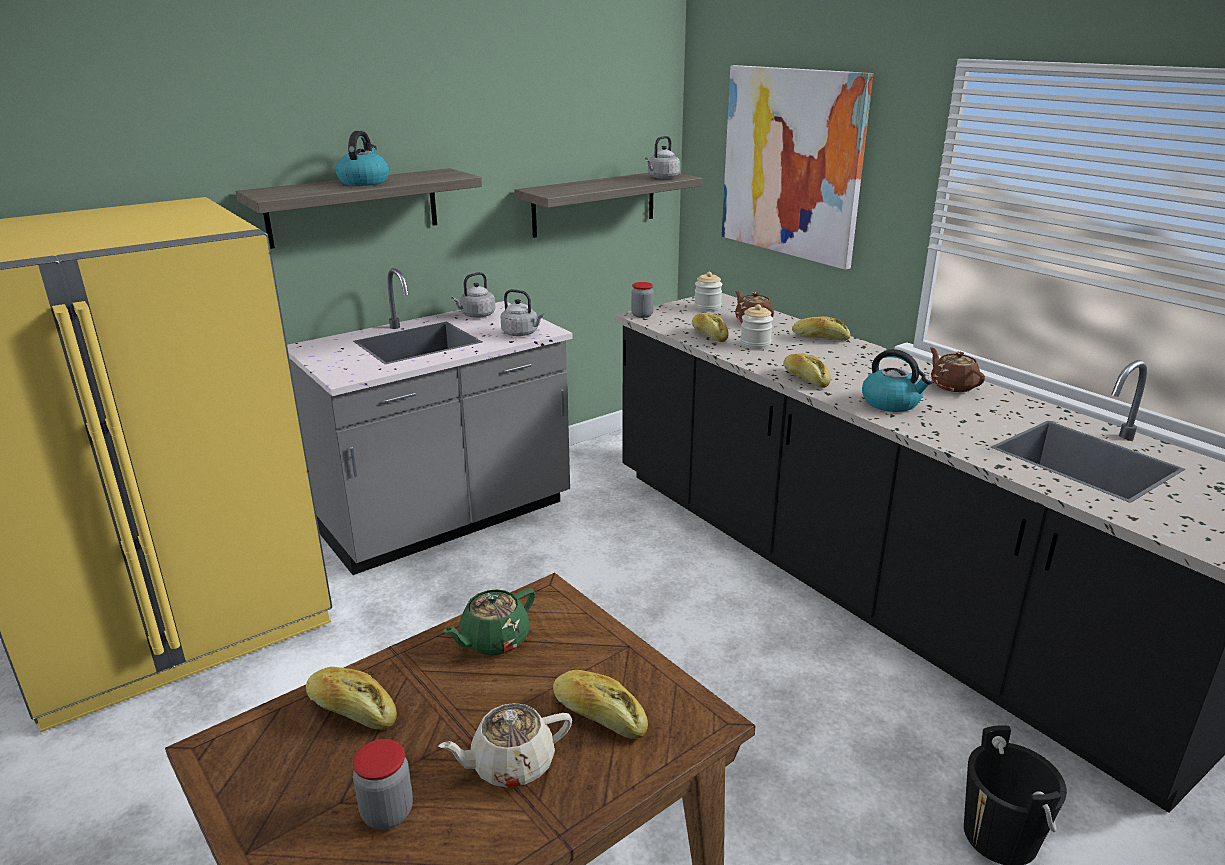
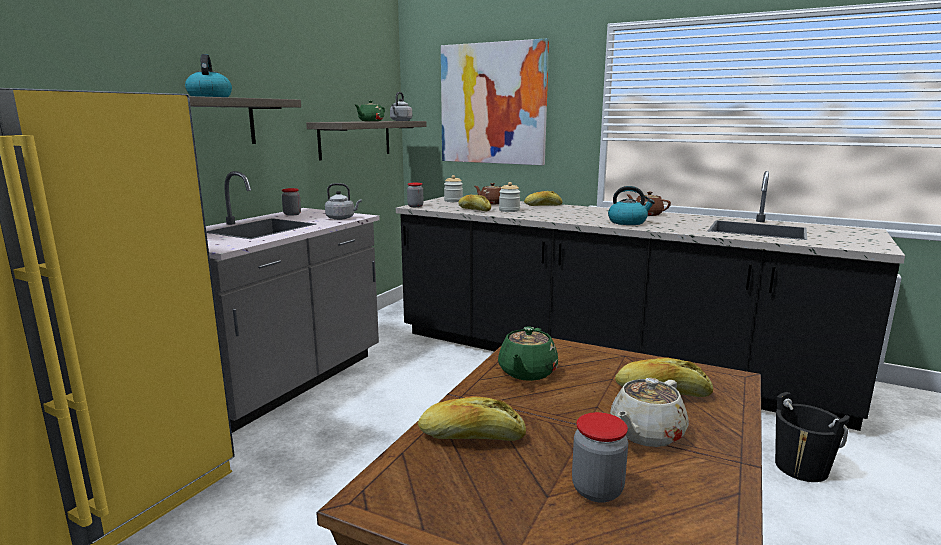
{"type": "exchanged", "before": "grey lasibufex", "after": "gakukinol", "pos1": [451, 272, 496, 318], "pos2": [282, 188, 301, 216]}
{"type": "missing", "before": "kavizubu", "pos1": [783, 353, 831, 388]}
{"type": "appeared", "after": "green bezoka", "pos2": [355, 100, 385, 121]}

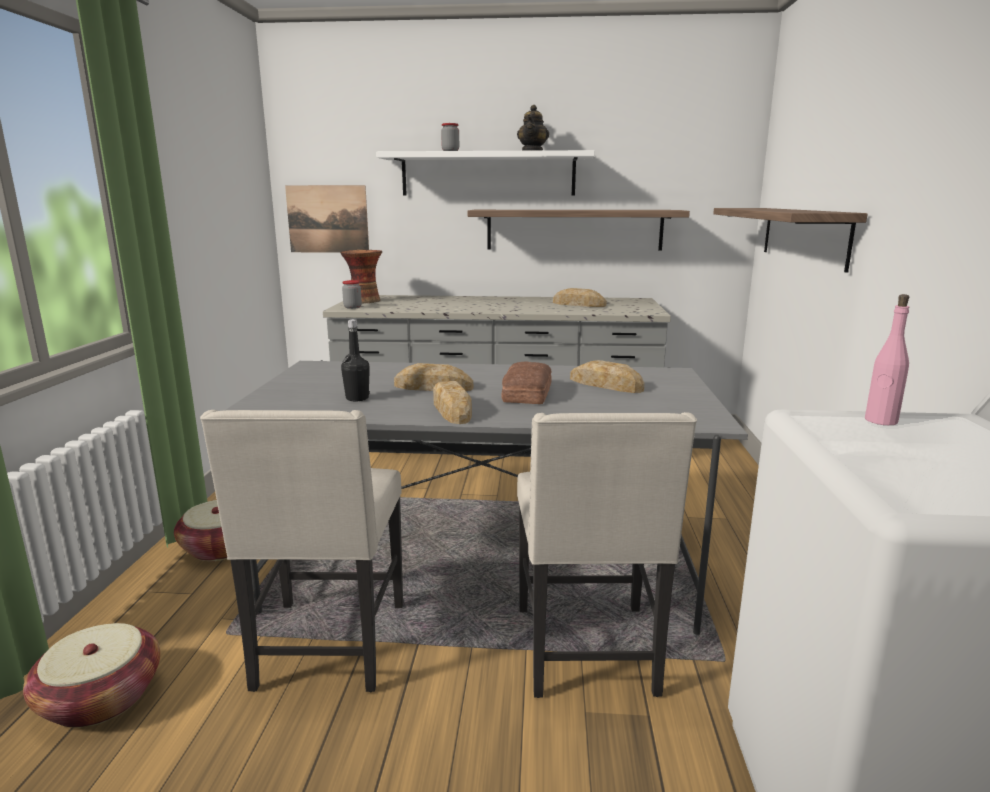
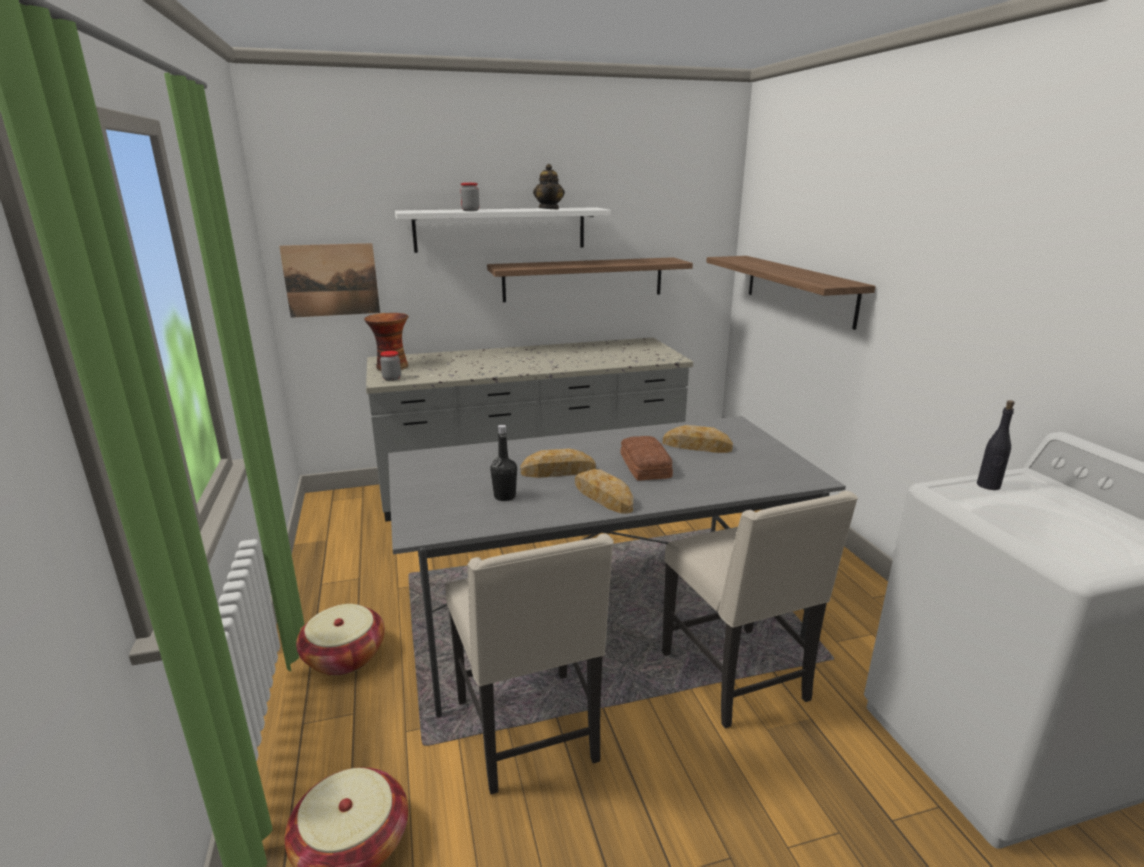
{"type": "missing", "before": "kavizubu", "pos1": [553, 288, 606, 307]}
{"type": "colour", "before": "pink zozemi", "after": "black zozemi", "pos1": [865, 294, 909, 425], "pos2": [977, 400, 1015, 490]}

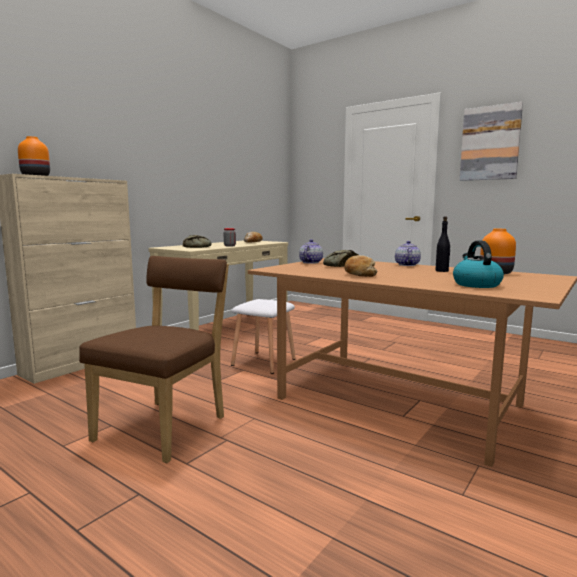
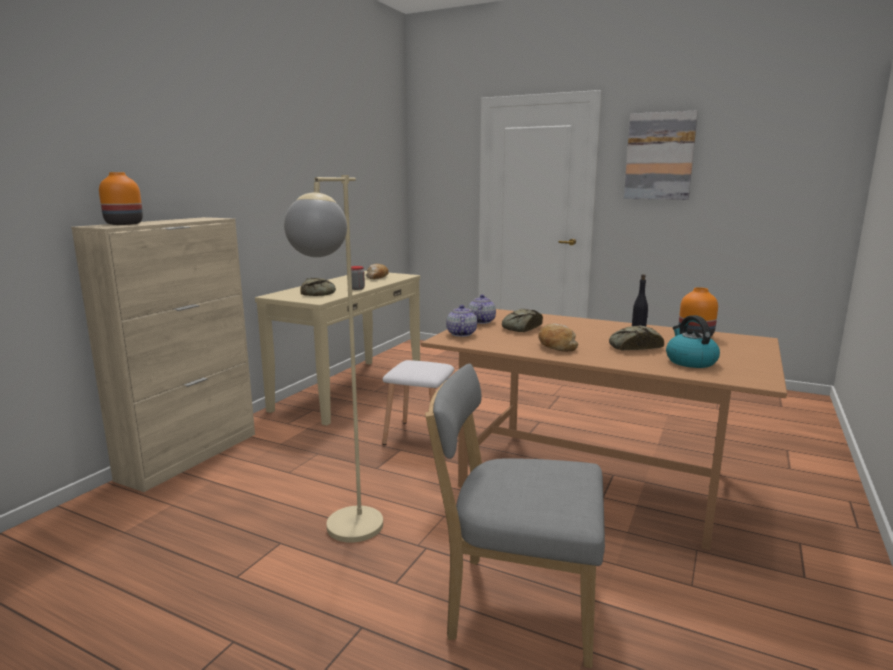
{"type": "exchanged", "before": "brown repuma", "after": "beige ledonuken", "pos1": [79, 256, 229, 463], "pos2": [284, 175, 383, 543]}
{"type": "relocated", "before": "bezoka", "pos1": [395, 241, 421, 266], "pos2": [446, 305, 477, 337]}
{"type": "appeared", "after": "grey repuma", "pos2": [425, 363, 605, 668]}
{"type": "appeared", "after": "kavizubu", "pos2": [609, 325, 664, 350]}

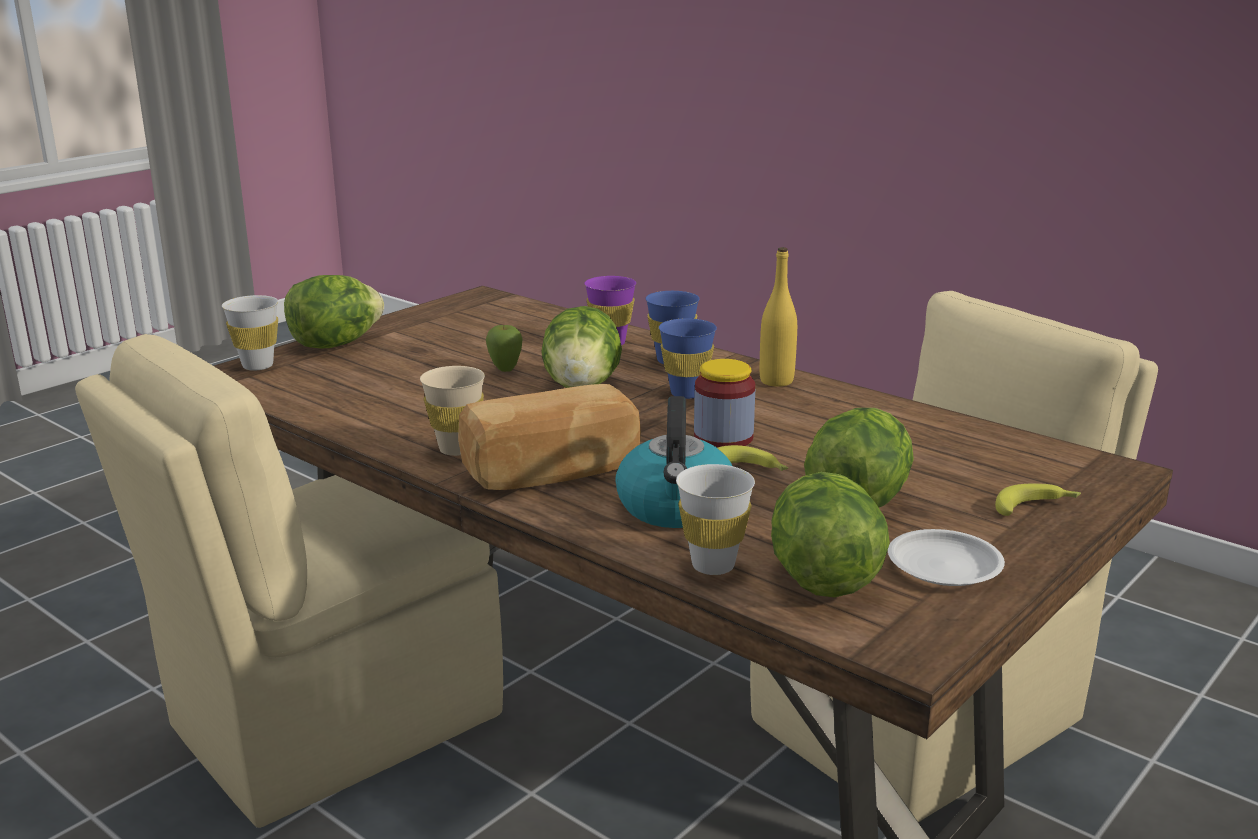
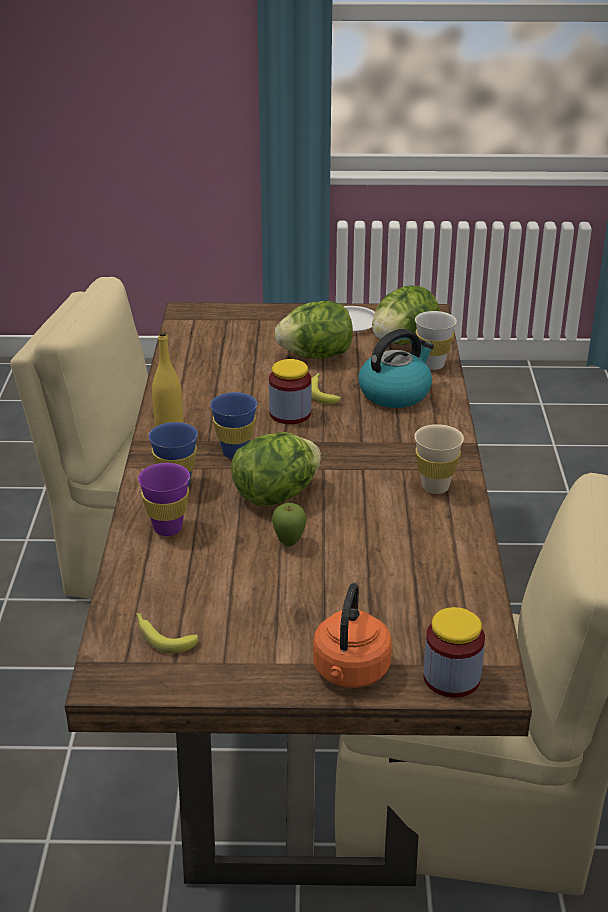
{"type": "exchanged", "before": "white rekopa", "after": "gakukinol", "pos1": [222, 295, 278, 371], "pos2": [423, 607, 485, 698]}
{"type": "exchanged", "before": "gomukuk", "after": "orange lasibufex", "pos1": [284, 275, 384, 348], "pos2": [313, 583, 392, 688]}
{"type": "missing", "before": "kavizubu", "pos1": [458, 384, 641, 490]}
{"type": "relocated", "before": "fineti", "pos1": [995, 483, 1081, 516], "pos2": [136, 613, 198, 654]}

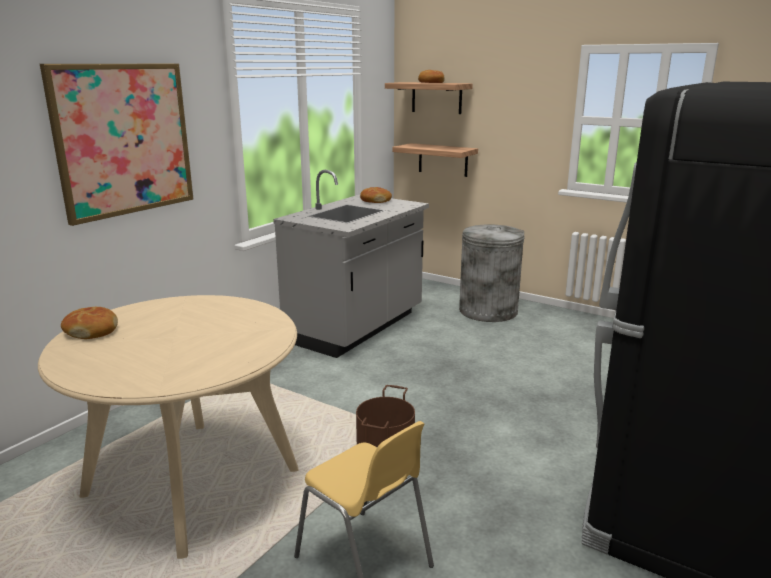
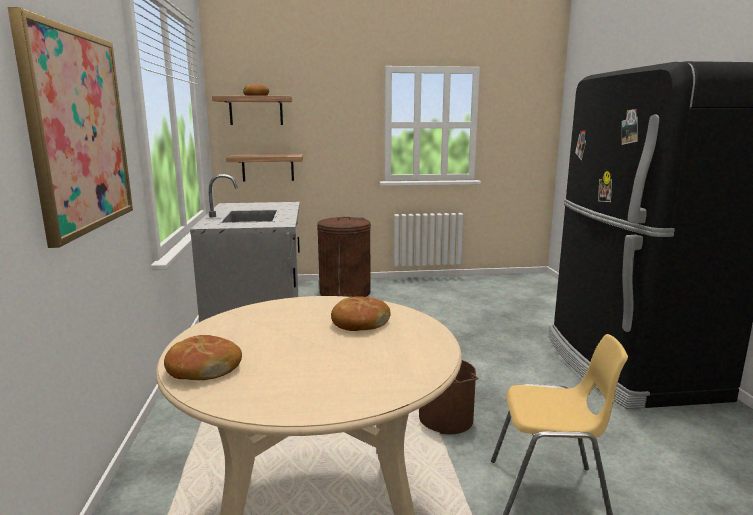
{"type": "relocated", "before": "kavizubu", "pos1": [360, 187, 392, 203], "pos2": [331, 296, 391, 331]}
{"type": "colour", "before": "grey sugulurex", "after": "brown sugulurex", "pos1": [459, 224, 525, 322], "pos2": [317, 217, 371, 297]}

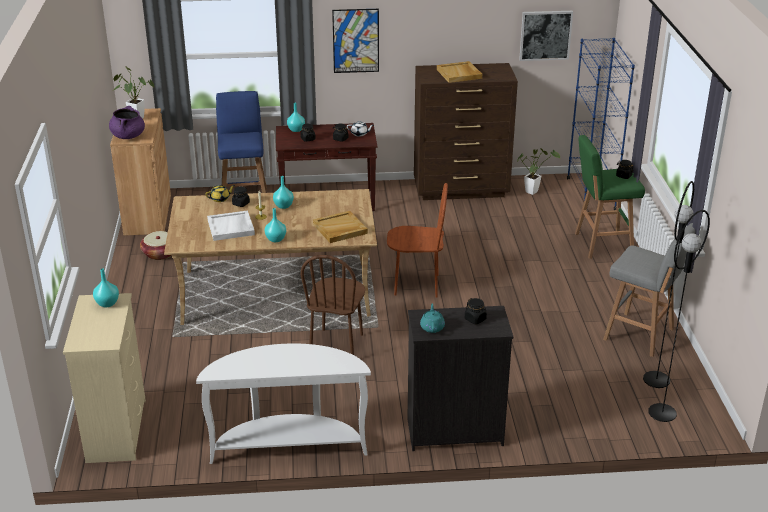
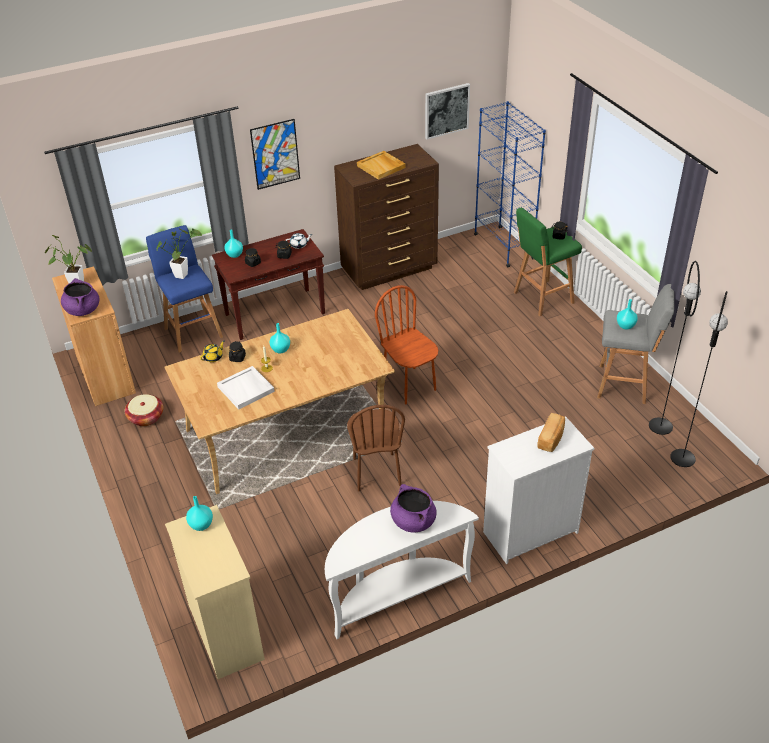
{"type": "relocated", "before": "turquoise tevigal", "pos1": [265, 208, 286, 242], "pos2": [617, 299, 638, 329]}
{"type": "missing", "before": "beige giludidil", "pos1": [313, 211, 368, 243]}
{"type": "spun", "before": "brown repuma", "pos1": [387, 183, 448, 298], "pos2": [375, 285, 438, 404], "turn": -105}
{"type": "colour", "before": "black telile", "after": "white telile", "pos1": [407, 306, 513, 451], "pos2": [483, 416, 594, 564]}
{"type": "missing", "before": "turquoise bezoka", "pos1": [420, 304, 445, 333]}
{"type": "exchanged", "before": "black gakukinol", "after": "kavizubu", "pos1": [465, 298, 487, 324], "pos2": [537, 413, 565, 452]}
{"type": "relocated", "before": "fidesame", "pos1": [517, 148, 560, 195], "pos2": [157, 228, 202, 279]}
{"type": "appeared", "after": "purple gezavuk", "pos2": [390, 484, 437, 533]}

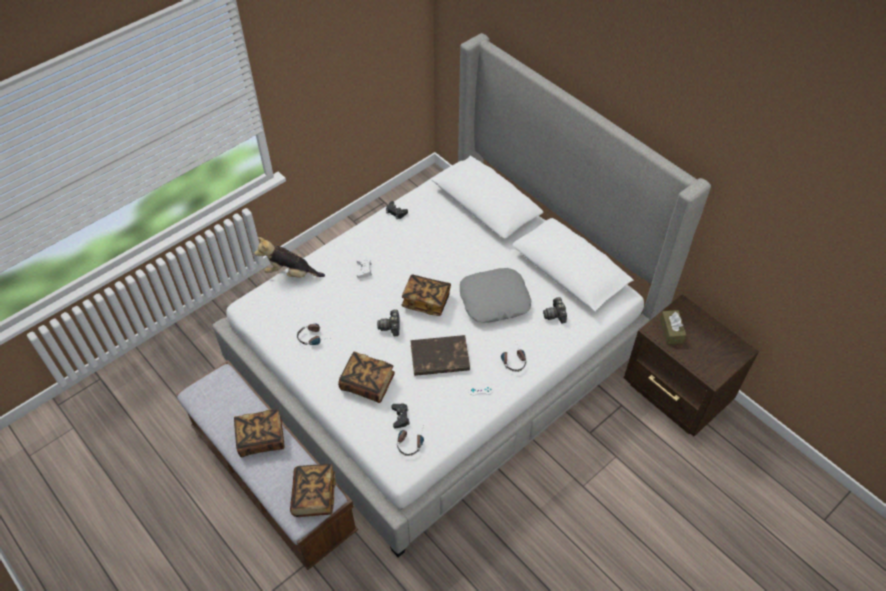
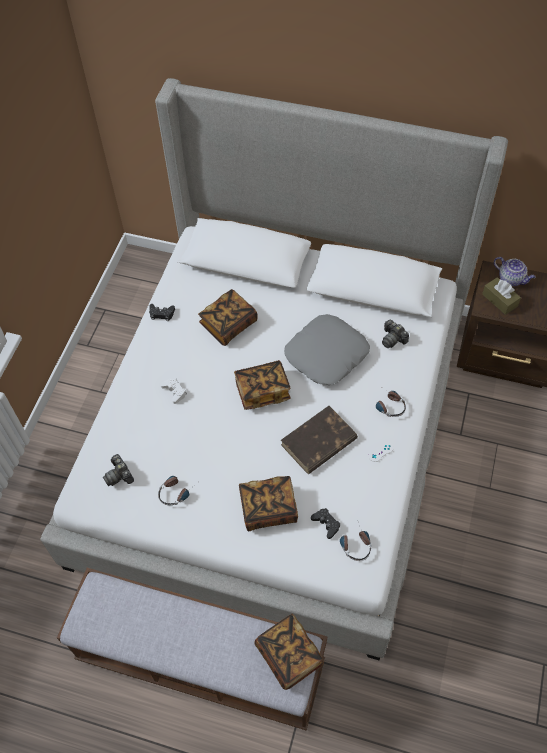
{"type": "relocated", "before": "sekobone", "pos1": [234, 409, 285, 457], "pos2": [198, 289, 258, 346]}
{"type": "missing", "before": "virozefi", "pos1": [254, 237, 325, 278]}
{"type": "relocated", "before": "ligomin", "pos1": [377, 310, 400, 336], "pos2": [103, 454, 134, 486]}
{"type": "appeared", "after": "bezoka", "pos2": [494, 257, 535, 286]}

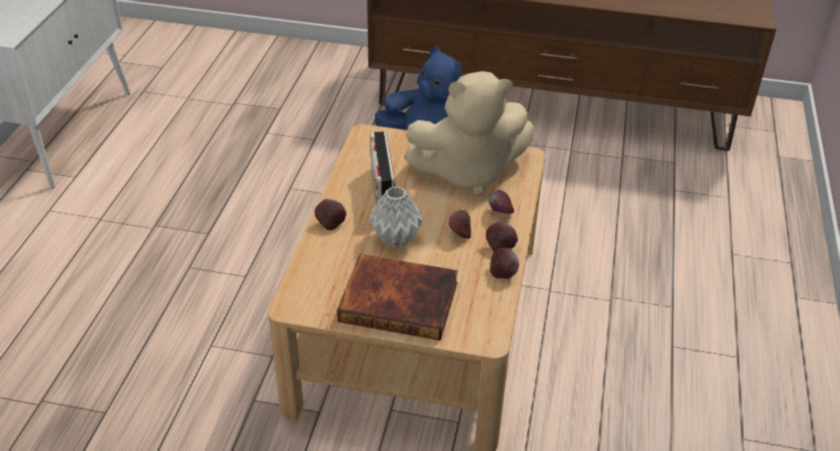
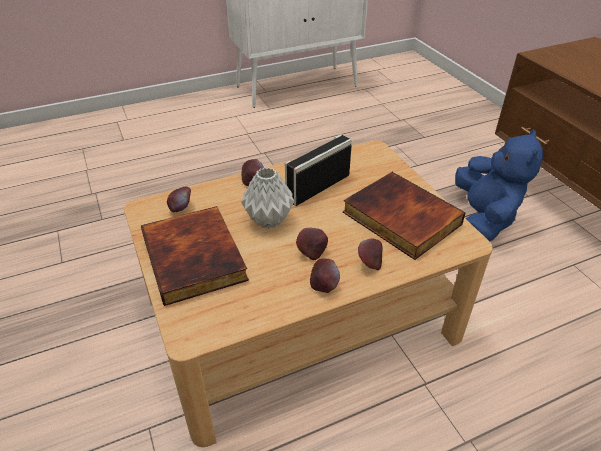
{"type": "exchanged", "before": "beige virozefi", "after": "sekobone", "pos1": [404, 71, 535, 196], "pos2": [343, 172, 466, 260]}
{"type": "relocated", "before": "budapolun", "pos1": [490, 248, 519, 279], "pos2": [167, 187, 191, 212]}

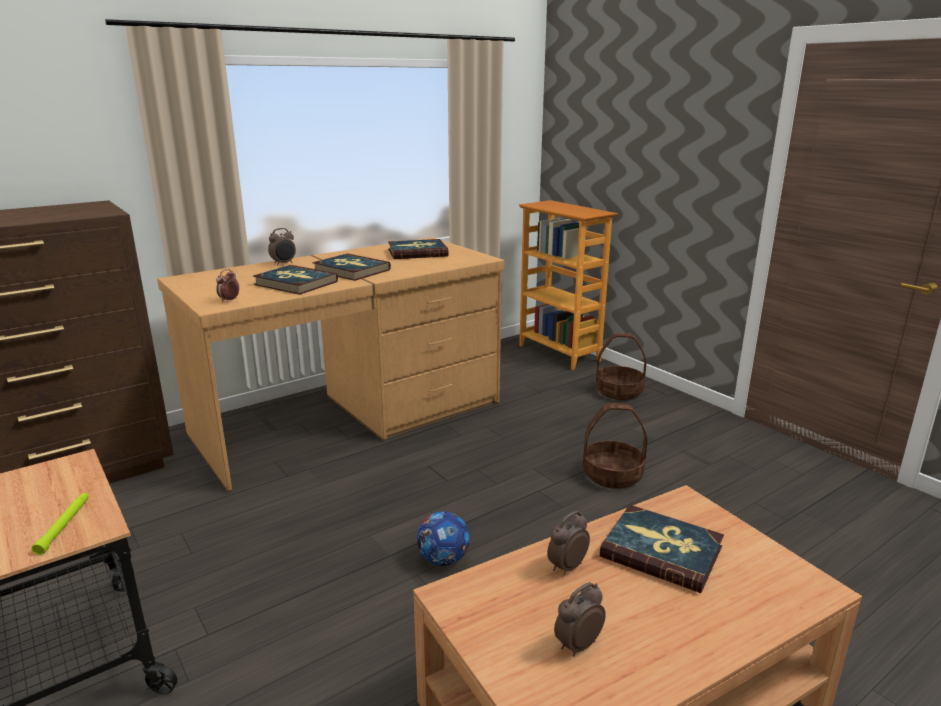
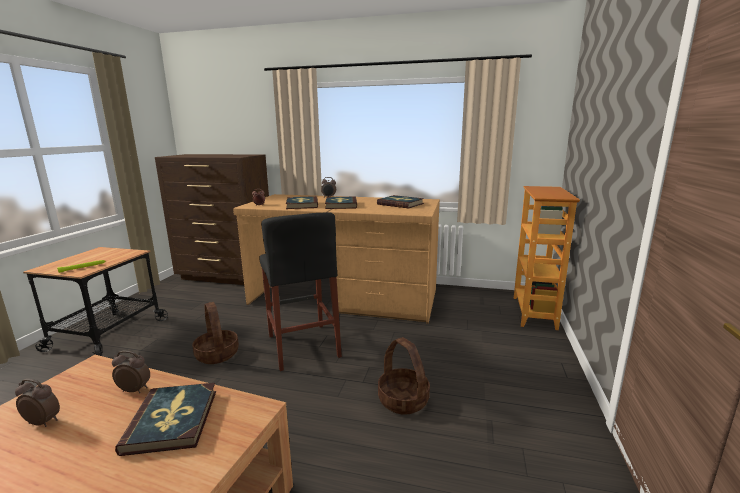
{"type": "missing", "before": "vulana", "pos1": [417, 511, 470, 566]}
{"type": "relocated", "before": "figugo", "pos1": [596, 333, 646, 400], "pos2": [192, 302, 239, 364]}
{"type": "appeared", "after": "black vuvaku", "pos2": [259, 212, 342, 371]}

